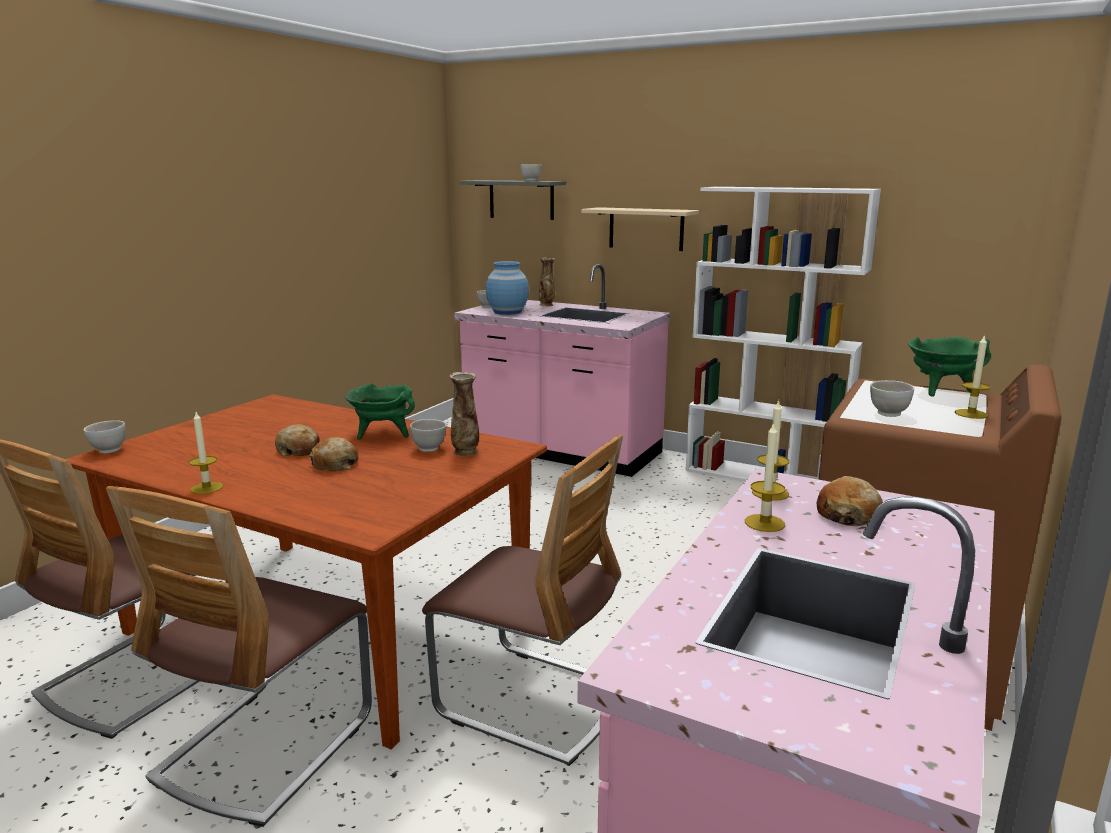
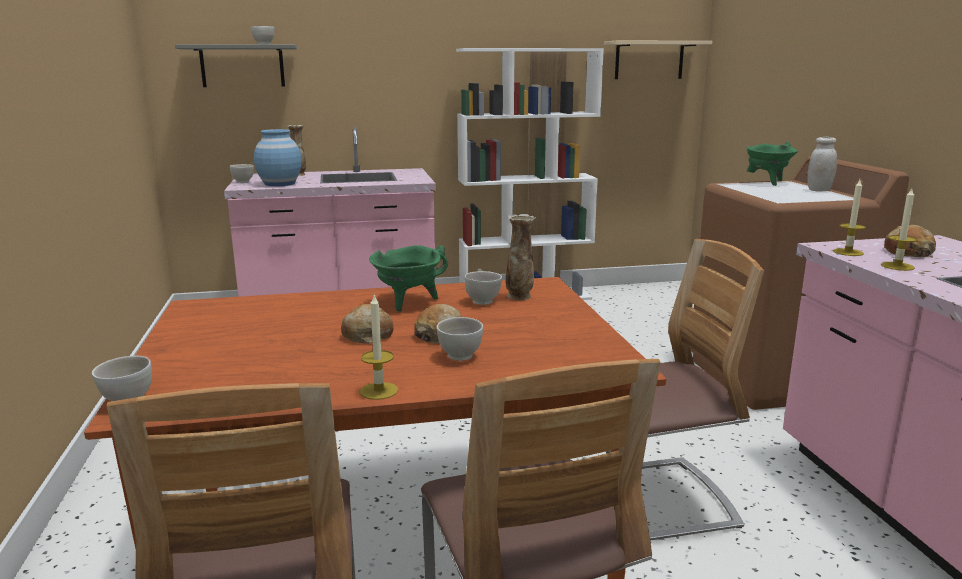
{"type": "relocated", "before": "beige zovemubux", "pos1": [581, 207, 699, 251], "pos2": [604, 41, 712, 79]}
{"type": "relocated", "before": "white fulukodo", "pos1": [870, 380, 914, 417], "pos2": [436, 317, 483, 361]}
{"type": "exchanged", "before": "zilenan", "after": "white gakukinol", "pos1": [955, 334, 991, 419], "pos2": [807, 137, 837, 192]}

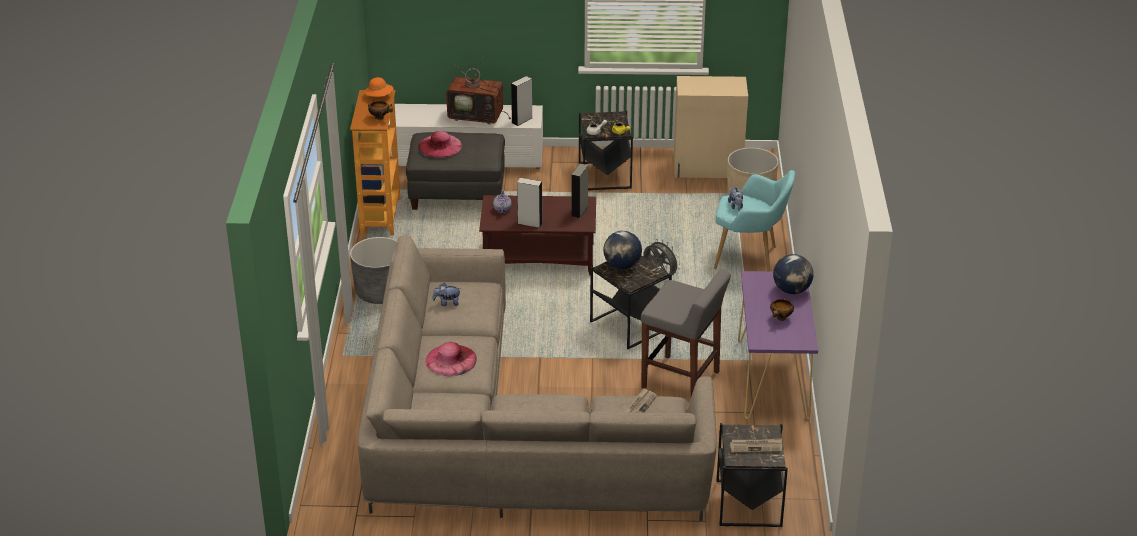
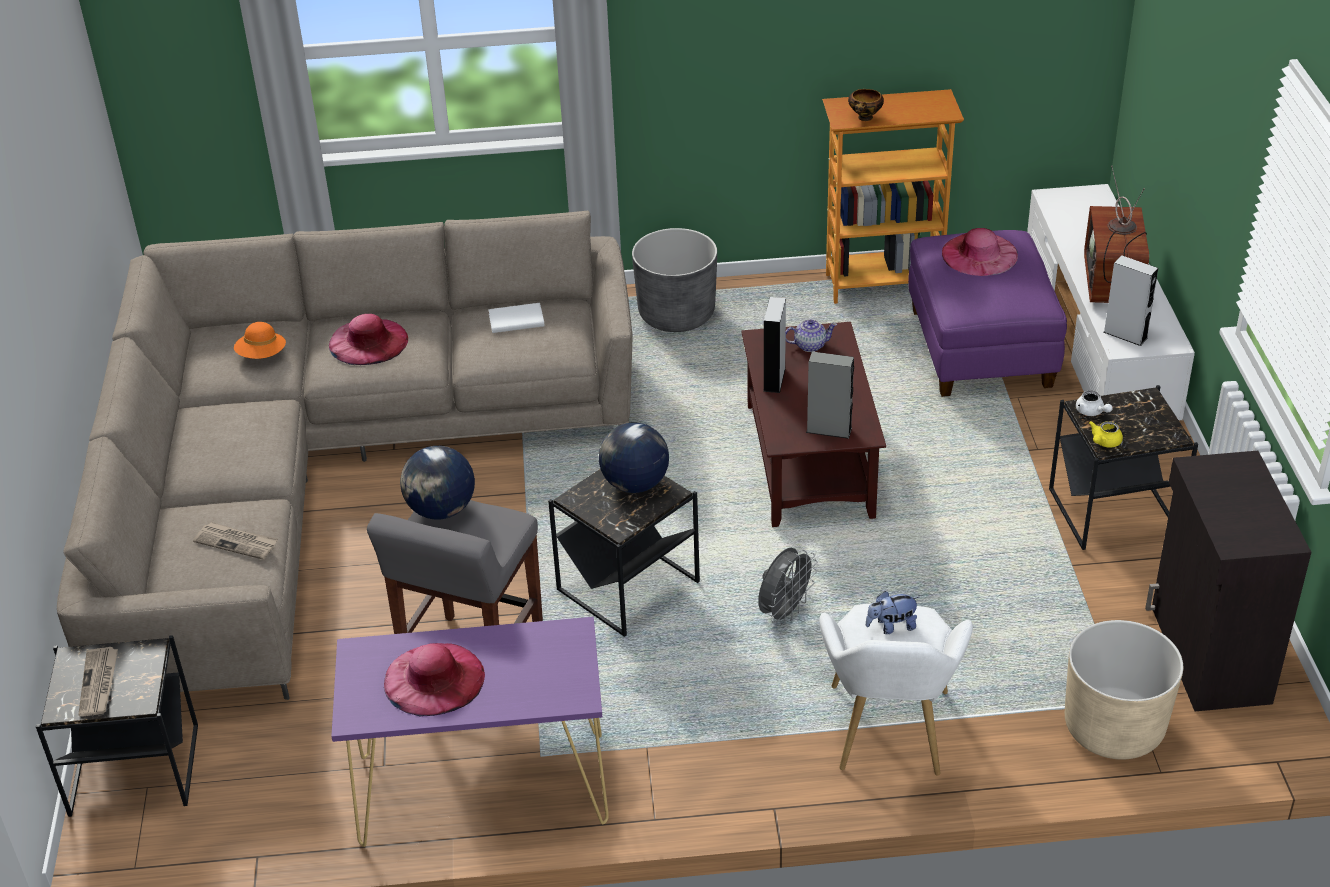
{"type": "relocated", "before": "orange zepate", "pos1": [365, 77, 394, 97], "pos2": [234, 322, 286, 359]}
{"type": "colour", "before": "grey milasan", "after": "purple milasan", "pos1": [406, 132, 505, 210], "pos2": [908, 230, 1067, 397]}
{"type": "exchanged", "before": "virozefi", "after": "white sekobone", "pos1": [433, 283, 461, 306], "pos2": [488, 303, 545, 333]}
{"type": "colour", "before": "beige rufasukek", "after": "black rufasukek", "pos1": [674, 76, 748, 178], "pos2": [1145, 451, 1311, 711]}
{"type": "colour", "before": "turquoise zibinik", "after": "white zibinik", "pos1": [714, 170, 795, 271], "pos2": [819, 604, 973, 775]}
{"type": "exchanged", "before": "fulukodo", "after": "pink zepate", "pos1": [770, 299, 794, 321], "pos2": [384, 643, 485, 717]}
{"type": "relocated", "before": "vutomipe", "pos1": [773, 254, 813, 294], "pos2": [400, 446, 475, 520]}

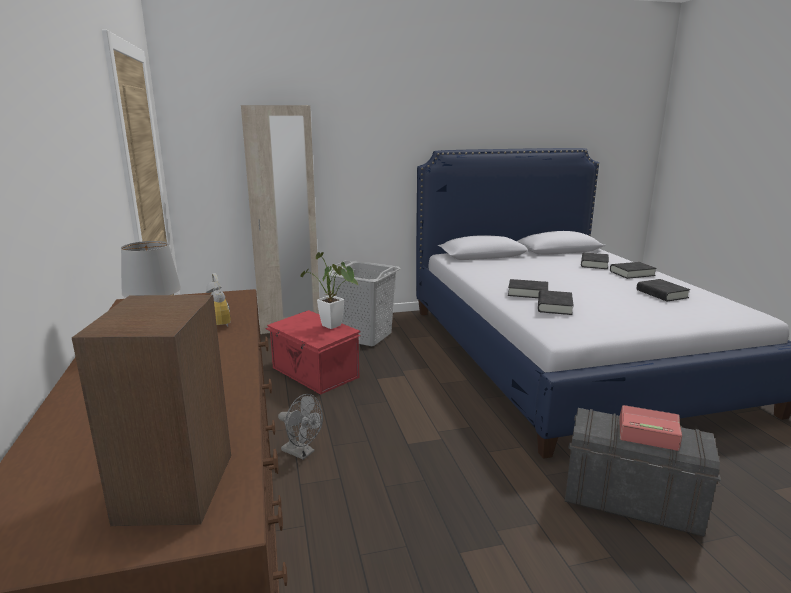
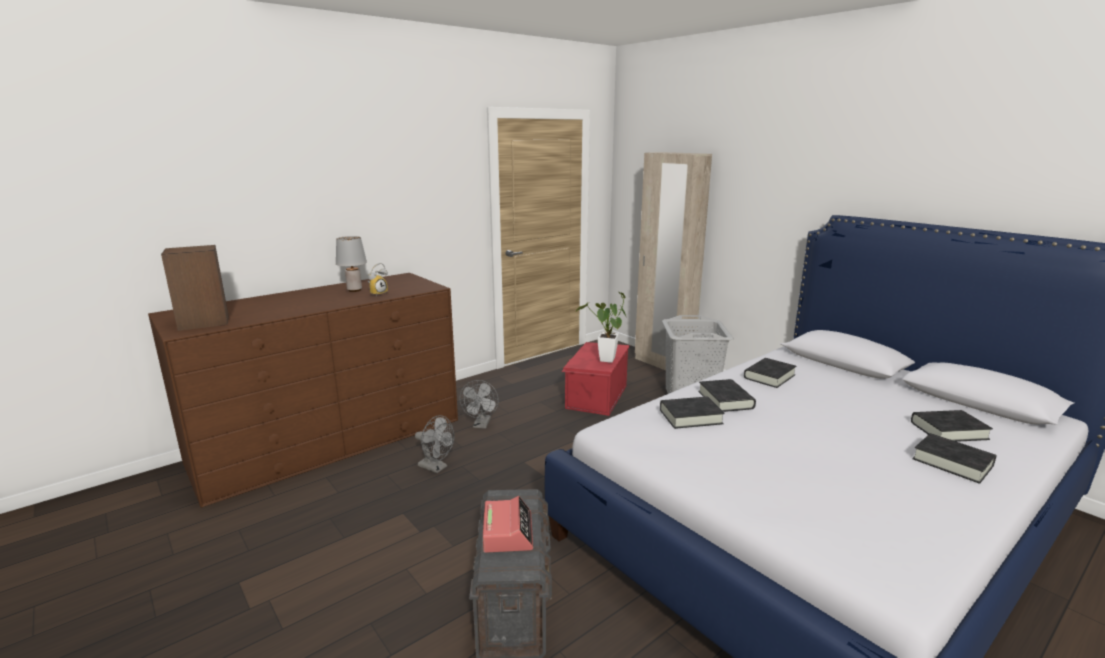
{"type": "relocated", "before": "black sekobone", "pos1": [637, 279, 690, 301], "pos2": [744, 358, 796, 388]}
{"type": "appeared", "after": "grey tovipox", "pos2": [415, 415, 454, 473]}

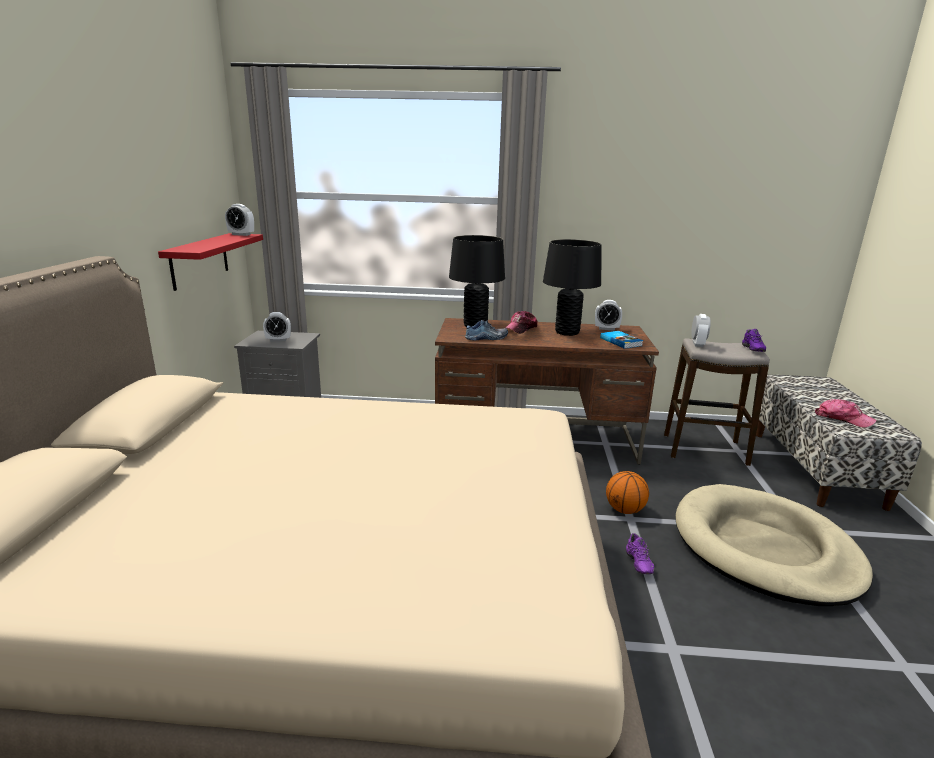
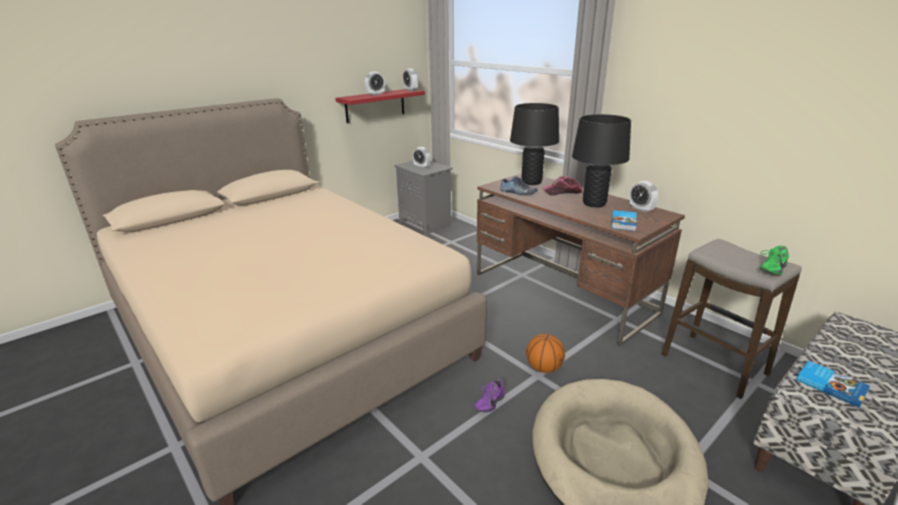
{"type": "relocated", "before": "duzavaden", "pos1": [691, 314, 710, 347], "pos2": [365, 72, 385, 95]}
{"type": "colour", "before": "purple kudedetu", "after": "green kudedetu", "pos1": [742, 329, 766, 352], "pos2": [760, 246, 789, 275]}
{"type": "exchanged", "before": "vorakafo", "after": "sekobone", "pos1": [815, 399, 877, 428], "pos2": [796, 361, 870, 408]}

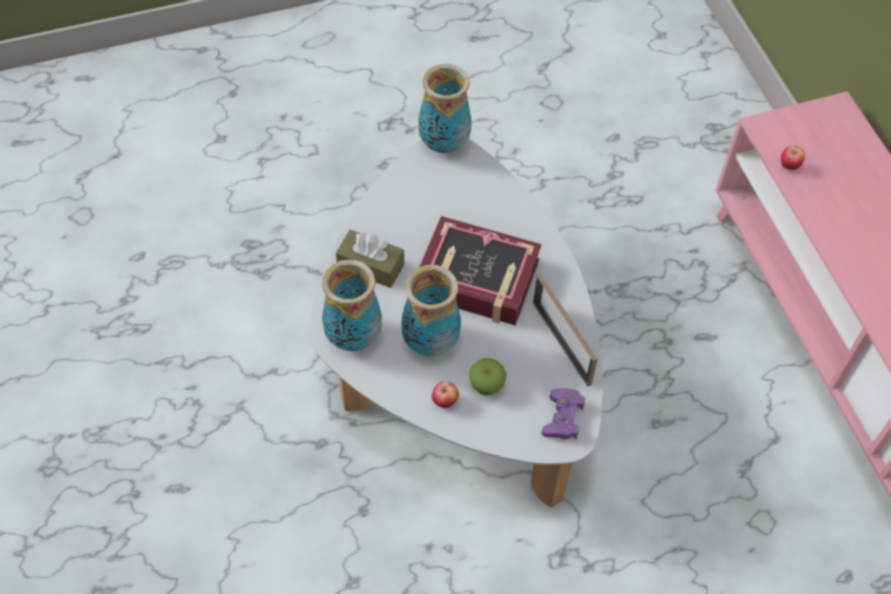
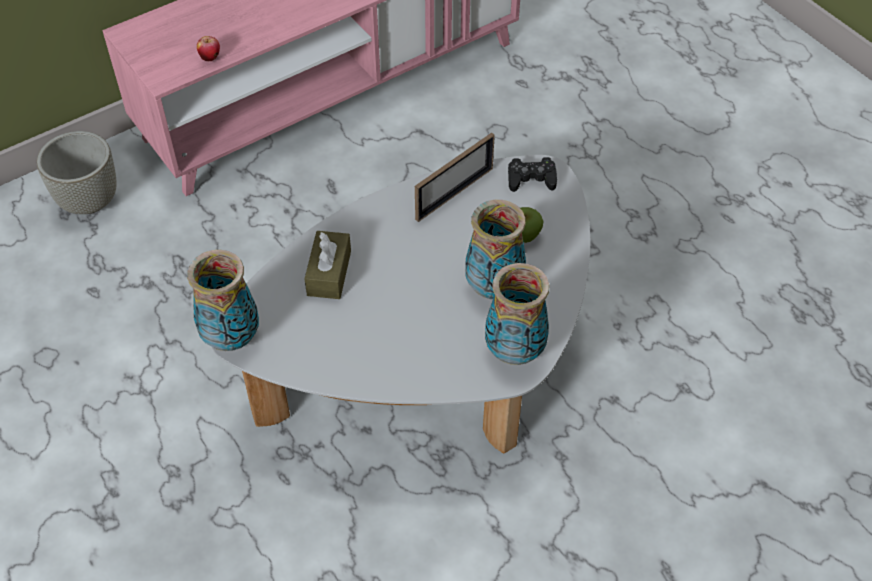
{"type": "relocated", "before": "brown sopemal", "pos1": [336, 230, 404, 288], "pos2": [305, 231, 351, 299]}
{"type": "missing", "before": "sekobone", "pos1": [420, 216, 542, 326]}
{"type": "missing", "before": "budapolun", "pos1": [432, 381, 459, 408]}
{"type": "colour", "before": "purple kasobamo", "after": "black kasobamo", "pos1": [541, 388, 585, 440], "pos2": [508, 157, 557, 192]}
{"type": "appeared", "after": "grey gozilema", "pos2": [37, 131, 116, 214]}

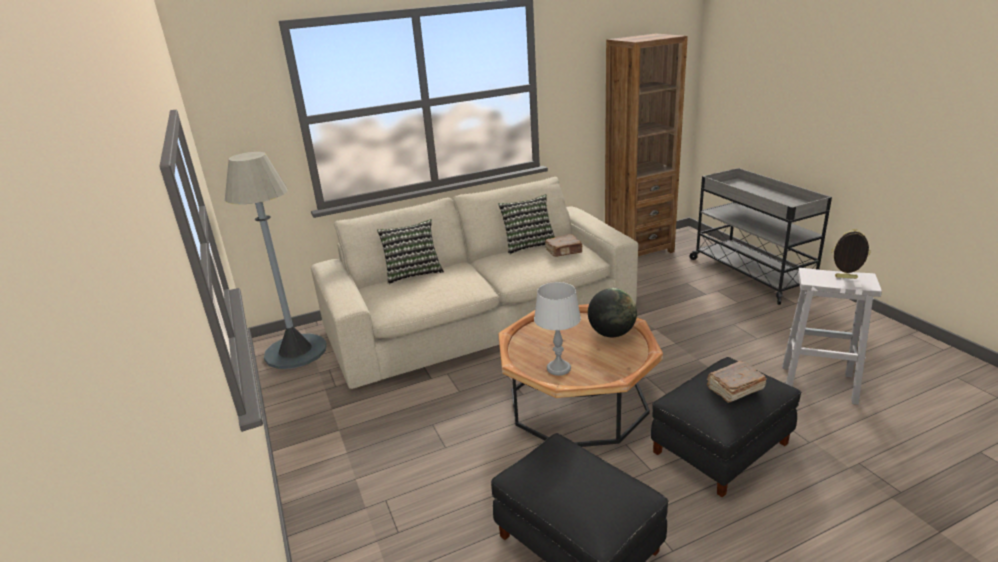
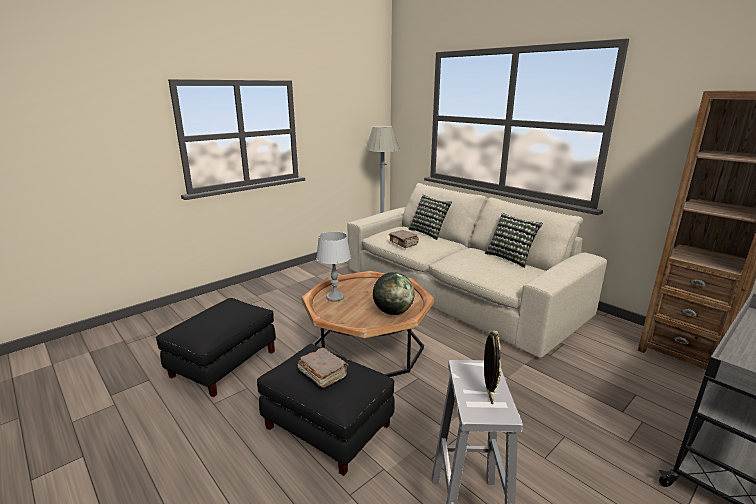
{"type": "relocated", "before": "brown sekobone", "pos1": [545, 234, 582, 257], "pos2": [389, 230, 419, 248]}

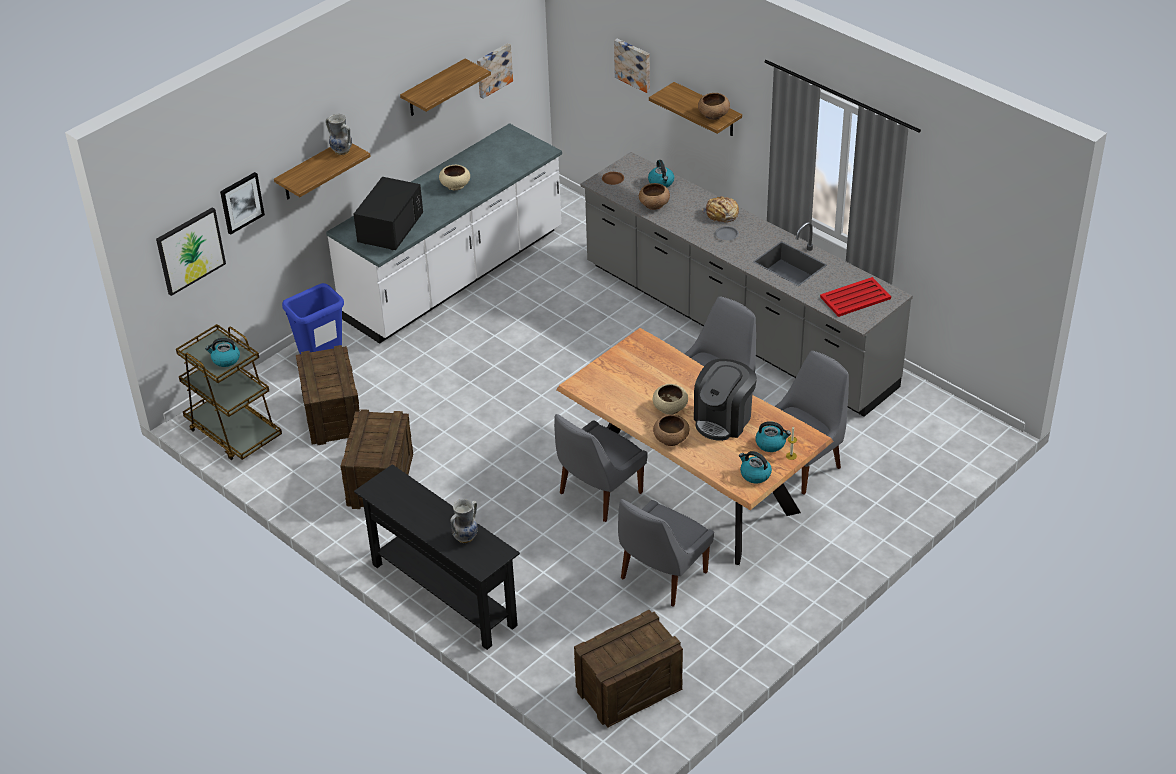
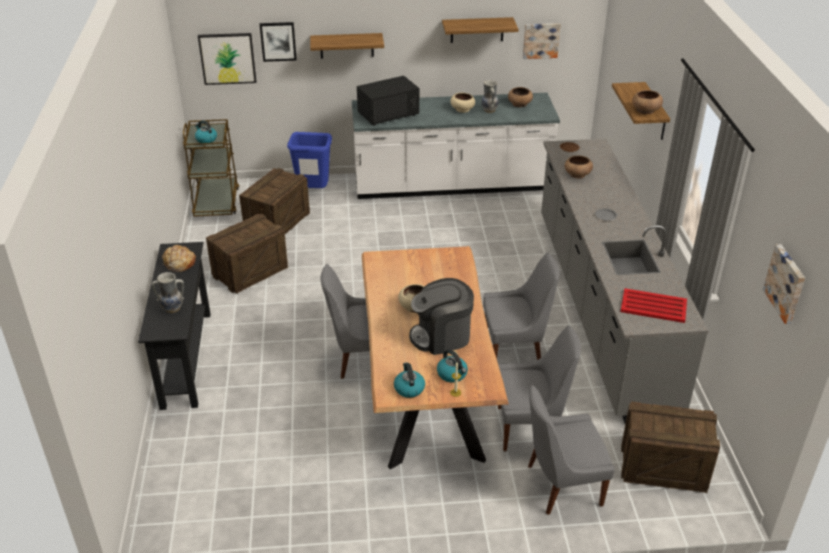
{"type": "relocated", "before": "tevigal", "pos1": [326, 114, 352, 155], "pos2": [481, 80, 499, 113]}
{"type": "relocated", "before": "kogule", "pos1": [574, 610, 683, 727], "pos2": [621, 402, 720, 493]}
{"type": "relocated", "before": "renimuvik", "pos1": [614, 38, 650, 93], "pos2": [763, 244, 805, 324]}
{"type": "relocated", "before": "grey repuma", "pos1": [618, 499, 714, 607], "pos2": [528, 385, 615, 515]}
{"type": "missing", "before": "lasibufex", "pos1": [648, 160, 674, 188]}
{"type": "relocated", "before": "brown fulukodo", "pos1": [653, 414, 690, 446], "pos2": [508, 87, 533, 107]}
{"type": "relocated", "before": "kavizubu", "pos1": [702, 196, 739, 222], "pos2": [162, 245, 196, 272]}

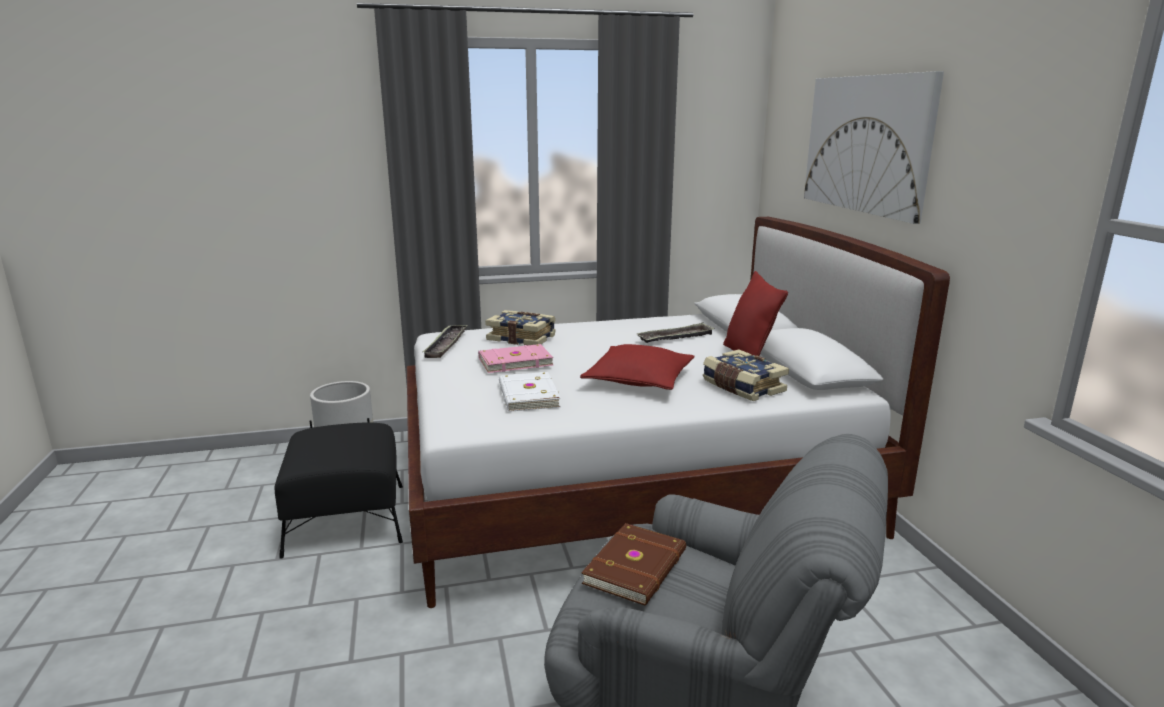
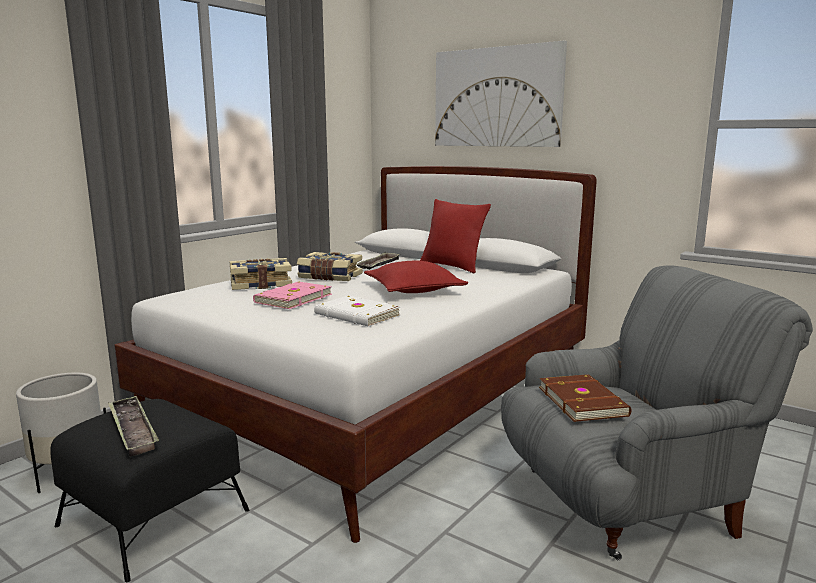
{"type": "relocated", "before": "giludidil", "pos1": [423, 325, 467, 358], "pos2": [108, 396, 159, 457]}
{"type": "relocated", "before": "sekobone", "pos1": [703, 349, 789, 401], "pos2": [297, 252, 362, 281]}

